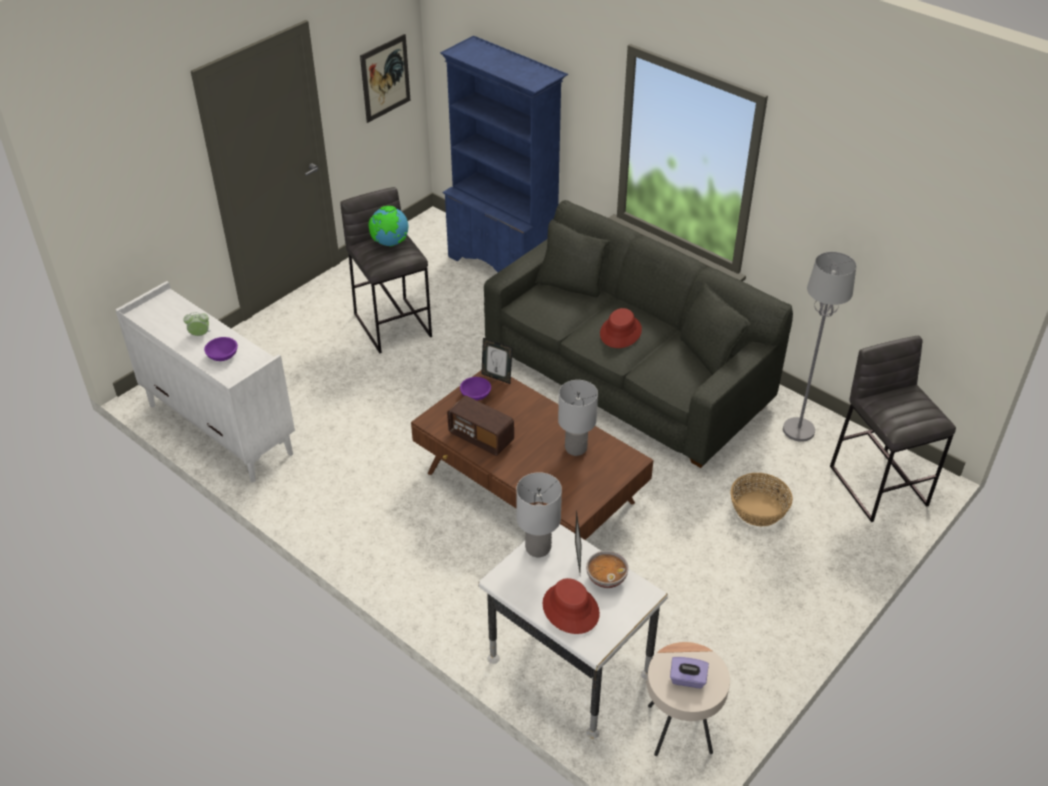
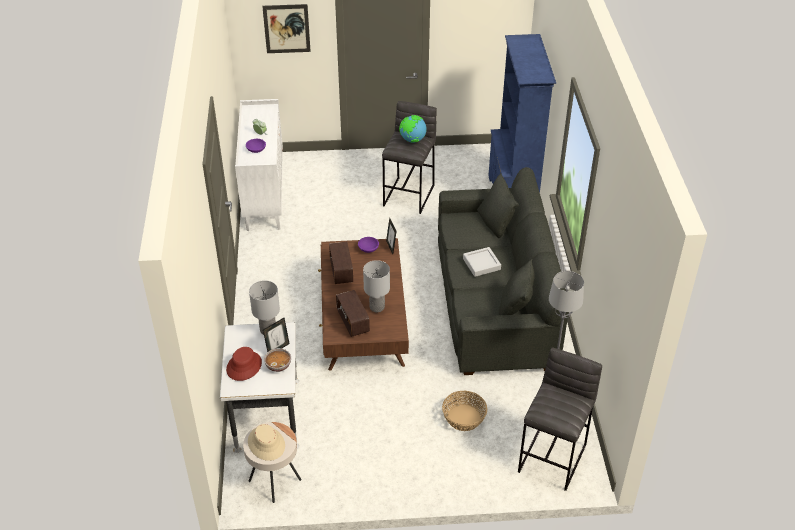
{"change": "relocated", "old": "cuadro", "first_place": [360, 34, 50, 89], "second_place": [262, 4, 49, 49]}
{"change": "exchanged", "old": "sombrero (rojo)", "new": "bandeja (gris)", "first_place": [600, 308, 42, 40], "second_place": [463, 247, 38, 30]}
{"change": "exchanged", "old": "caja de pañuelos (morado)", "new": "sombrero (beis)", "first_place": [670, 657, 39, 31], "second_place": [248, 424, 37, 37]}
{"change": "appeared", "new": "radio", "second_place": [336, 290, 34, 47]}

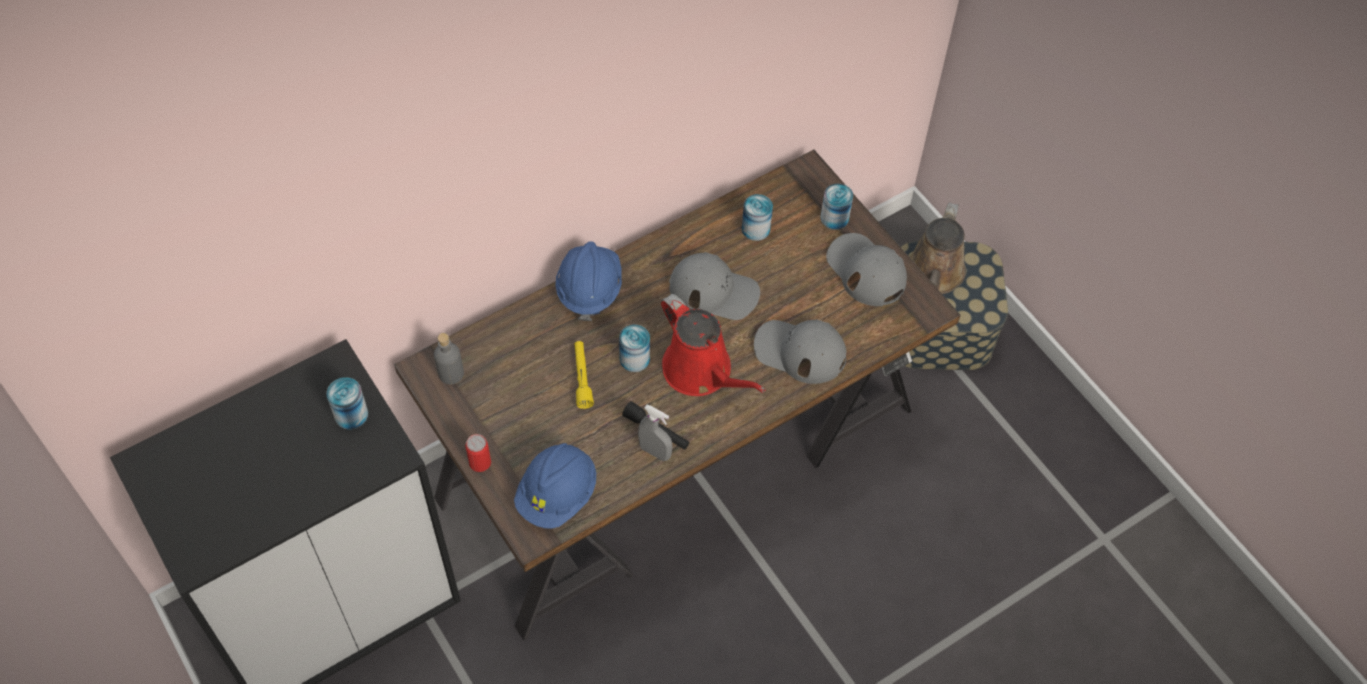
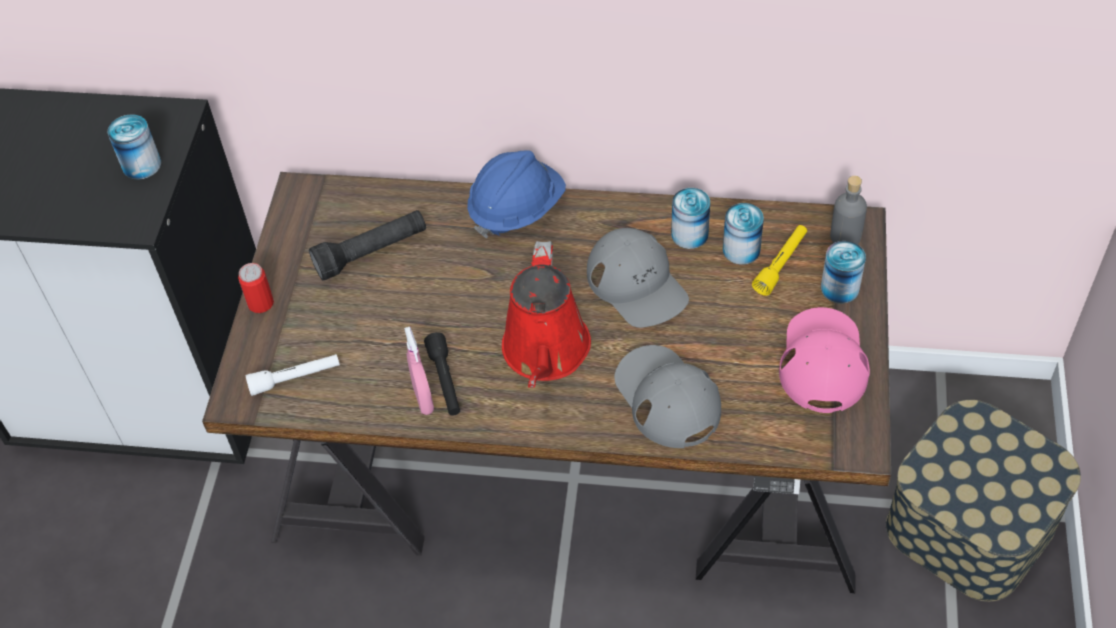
{"change": "missing", "old": "regadera (marrón)", "first_place": [910, 202, 56, 92]}
{"change": "colour", "old": "gorra (gris)", "new": "gorra (rosa)", "first_place": [826, 233, 81, 73], "second_place": [779, 307, 91, 106]}
{"change": "relocated", "old": "lata", "first_place": [619, 324, 31, 48], "second_place": [671, 188, 39, 61]}
{"change": "relocated", "old": "botella (gris)", "first_place": [434, 333, 30, 51], "second_place": [830, 176, 37, 68]}
{"change": "relocated", "old": "linterna (amarillo)", "first_place": [574, 341, 20, 68], "second_place": [752, 225, 55, 71]}
{"change": "colour", "old": "pulverizador (gris)", "new": "pulverizador (rosa)", "first_place": [638, 405, 34, 56], "second_place": [404, 327, 30, 88]}
{"change": "exchanged", "old": "casco (azul)", "new": "linterna (blanco)", "first_place": [514, 443, 82, 86], "second_place": [245, 354, 95, 42]}
{"change": "appeared", "new": "linterna (negro)", "second_place": [309, 210, 117, 71]}

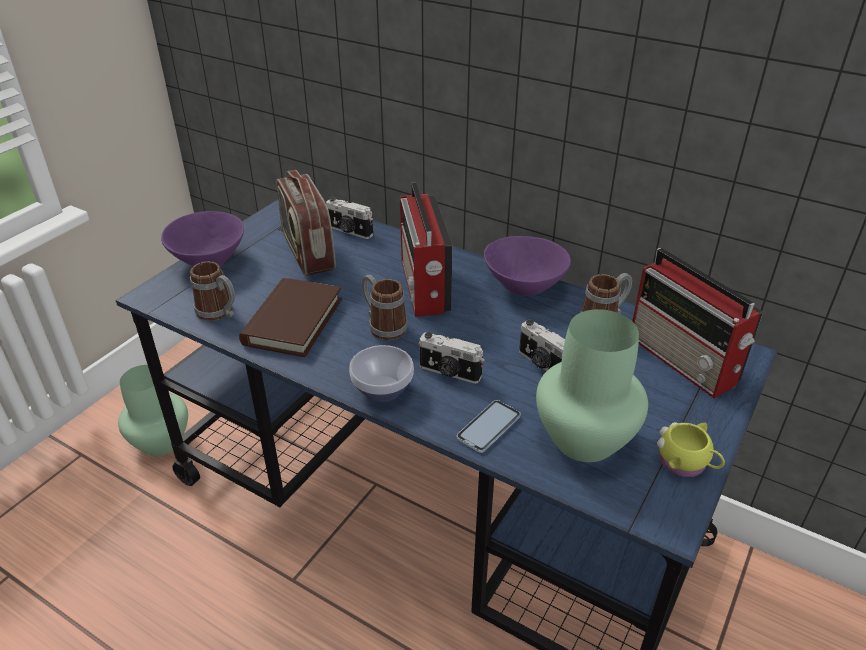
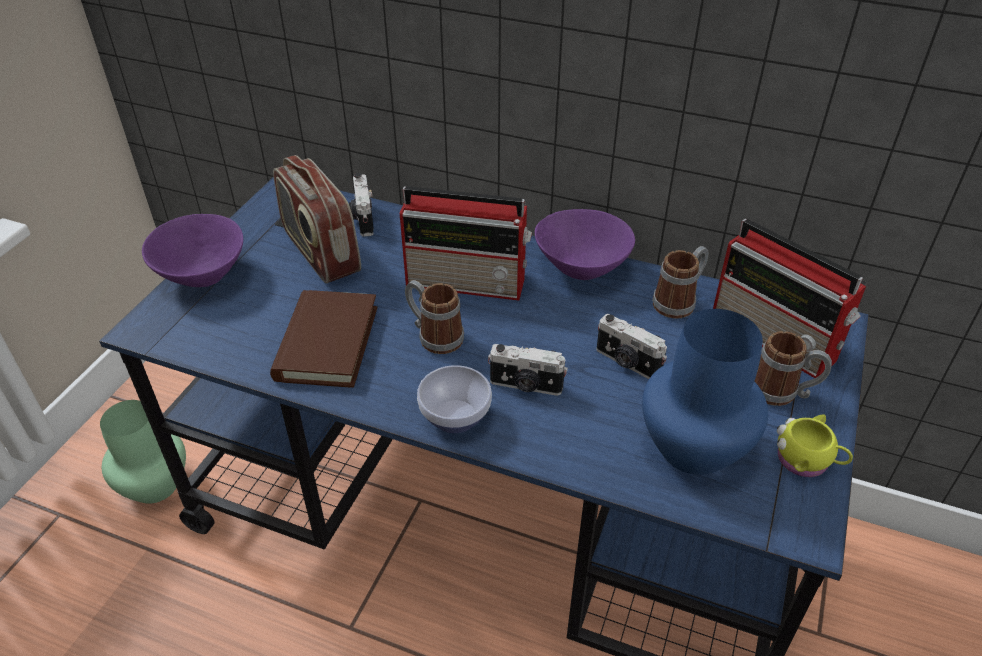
{"change": "spun", "old": "radio", "first_place": [400, 182, 52, 135], "second_place": [400, 186, 132, 115], "degrees": -60}
{"change": "spun", "old": "cámara", "first_place": [326, 197, 47, 42], "second_place": [349, 173, 25, 64], "degrees": 60}
{"change": "relocated", "old": "taza grande", "first_place": [190, 261, 45, 60], "second_place": [755, 331, 77, 75]}
{"change": "colour", "old": "florero (verde)", "new": "florero (azul)", "first_place": [536, 309, 112, 153], "second_place": [642, 309, 126, 166]}
{"change": "missing", "old": "móvil", "first_place": [457, 400, 64, 53]}

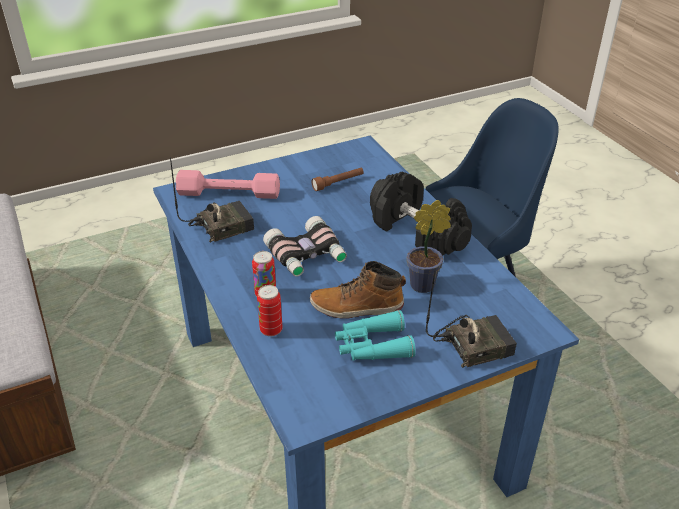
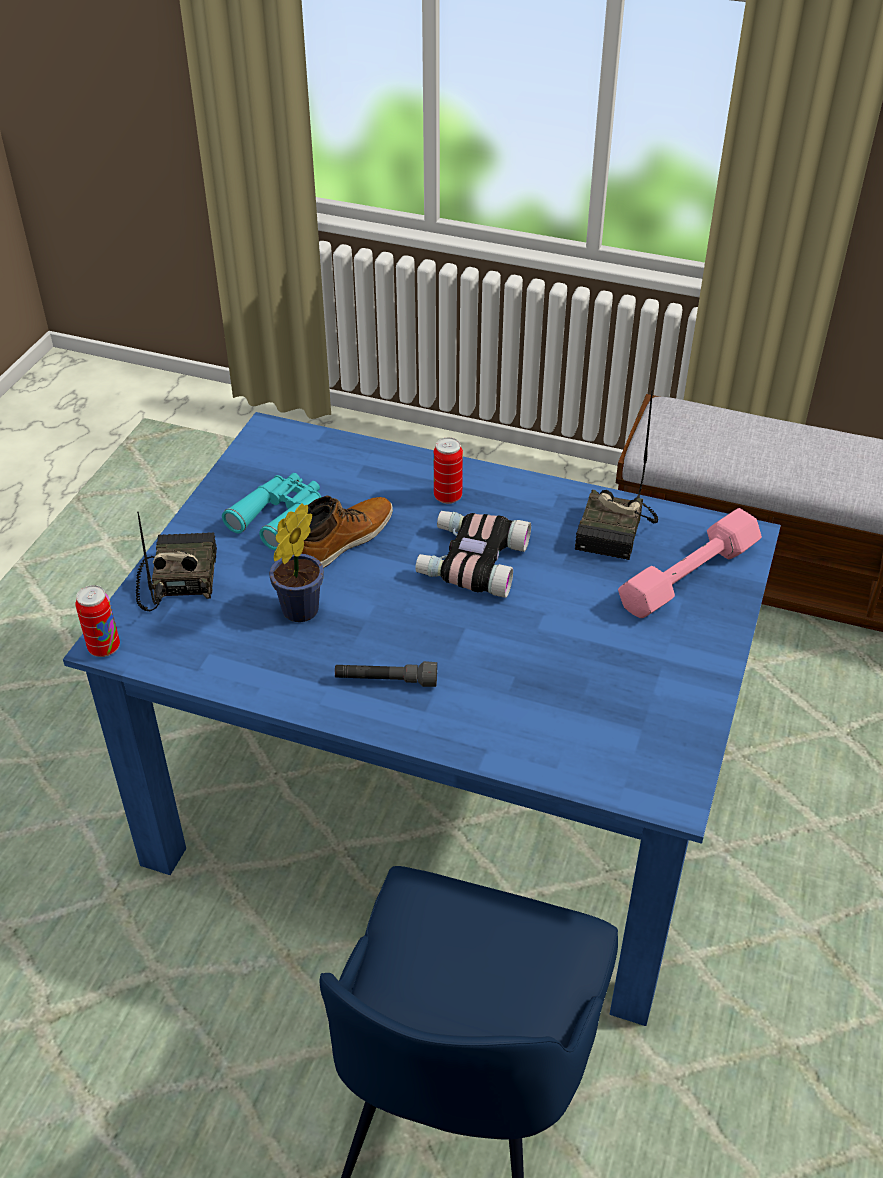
{"change": "missing", "old": "linterna (marrón)", "first_place": [312, 168, 52, 23]}
{"change": "exchanged", "old": "mancuerna (negro)", "new": "linterna (gris)", "first_place": [370, 172, 102, 83], "second_place": [335, 661, 102, 26]}
{"change": "spun", "old": "radio", "first_place": [426, 268, 91, 100], "second_place": [136, 512, 81, 99], "degrees": 150}
{"change": "relocated", "old": "lata", "first_place": [257, 285, 25, 51], "second_place": [76, 585, 44, 72]}

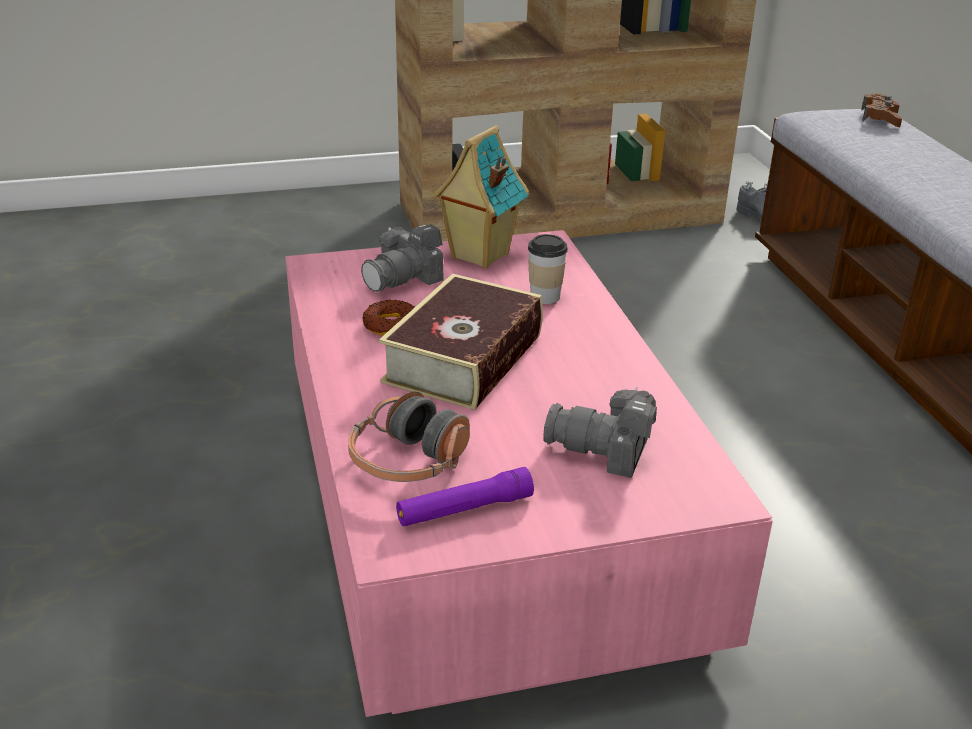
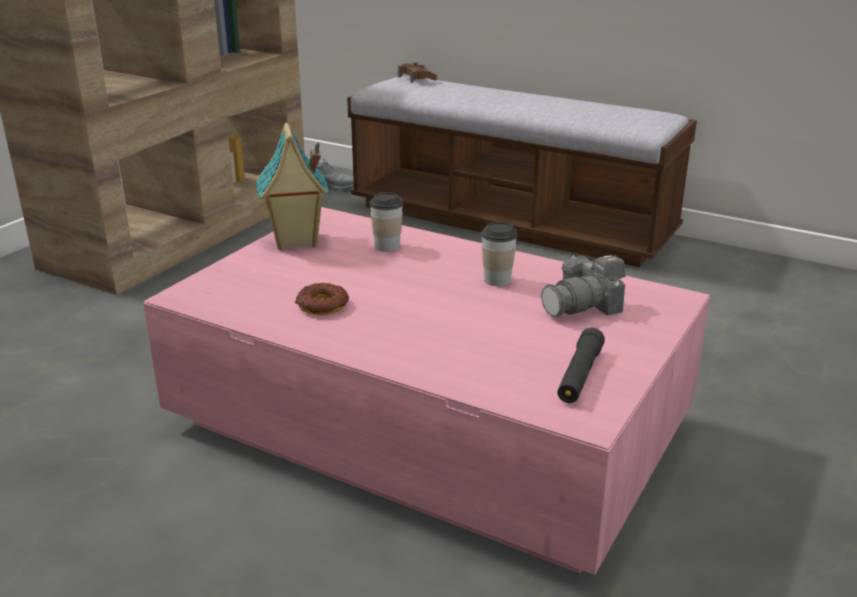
{"change": "missing", "old": "cámara", "first_place": [361, 224, 83, 68]}
{"change": "missing", "old": "libro", "first_place": [379, 274, 164, 136]}
{"change": "missing", "old": "auriculares", "first_place": [348, 391, 122, 91]}
{"change": "colour", "old": "linterna (morado)", "new": "linterna (negro)", "first_place": [396, 467, 138, 60], "second_place": [557, 327, 48, 76]}
{"change": "appeared", "new": "taza", "second_place": [481, 222, 36, 64]}

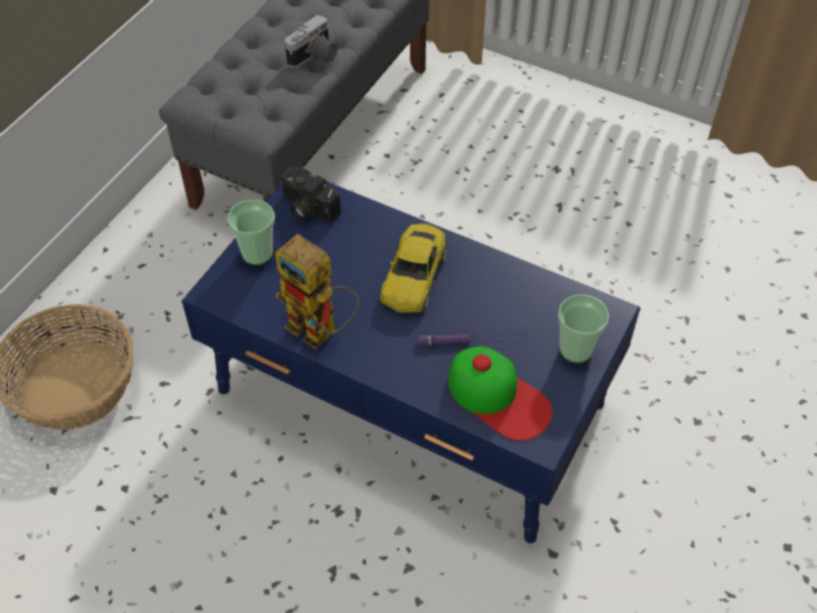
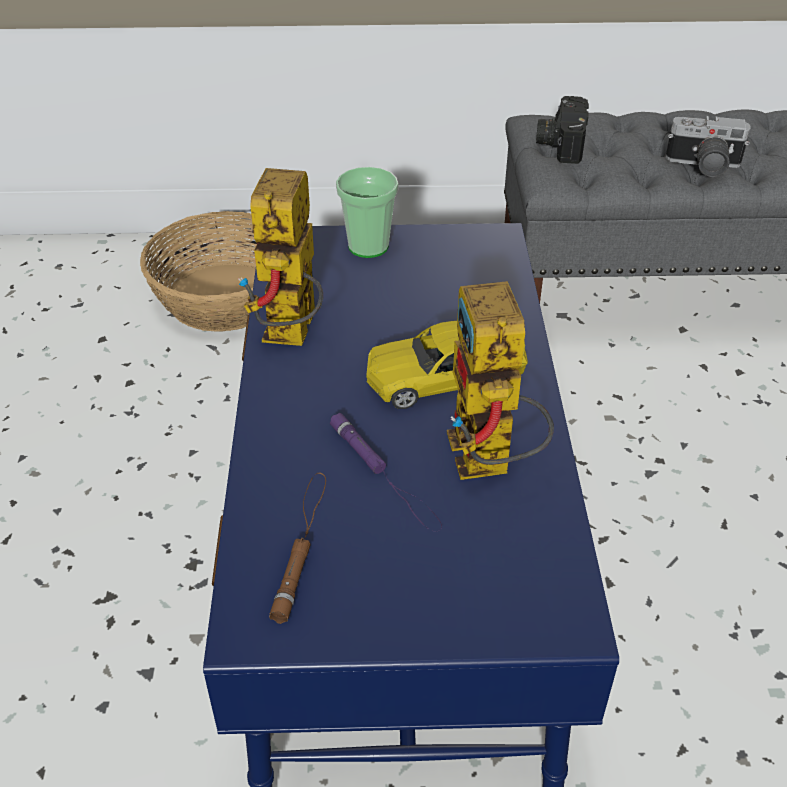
{"change": "relocated", "old": "cámara", "first_place": [280, 166, 61, 56], "second_place": [536, 96, 53, 68]}
{"change": "missing", "old": "taza", "first_place": [558, 294, 51, 69]}
{"change": "exchanged", "old": "gorra", "new": "linterna (marrón)", "first_place": [448, 347, 104, 94], "second_place": [269, 473, 57, 151]}
{"change": "appeared", "new": "robot de juguete", "second_place": [447, 281, 107, 199]}

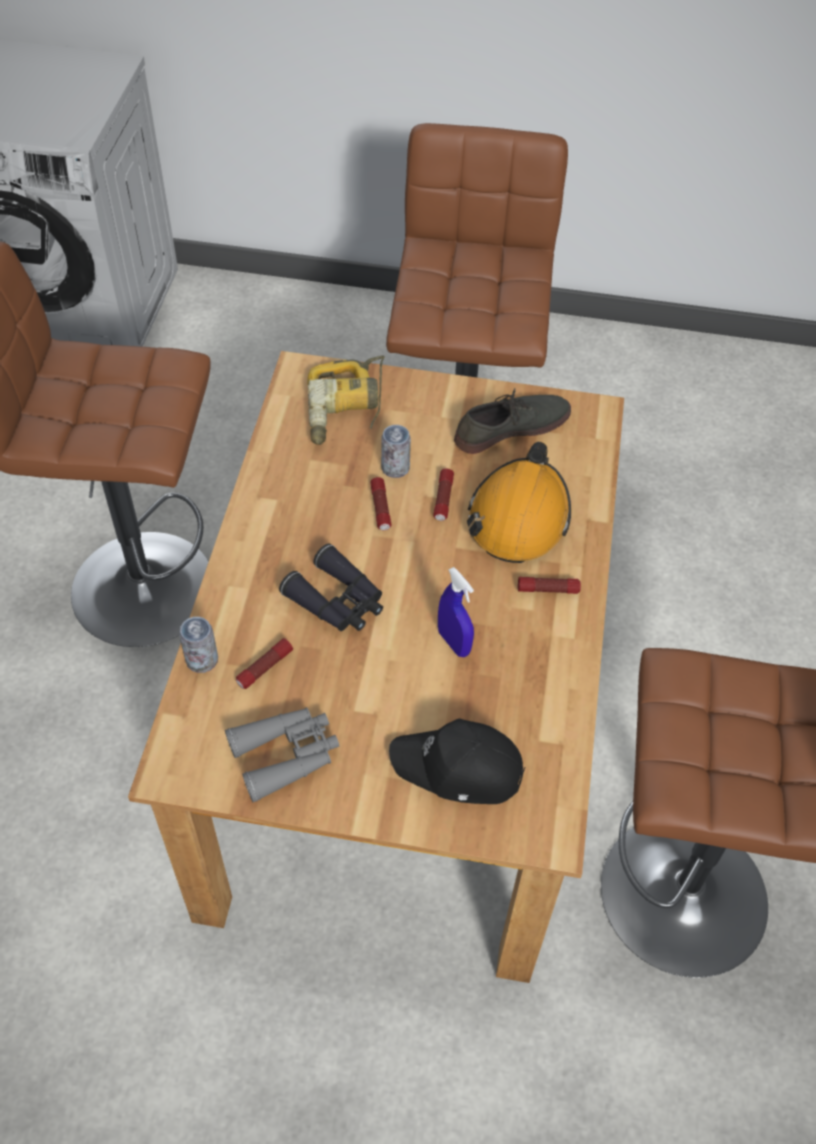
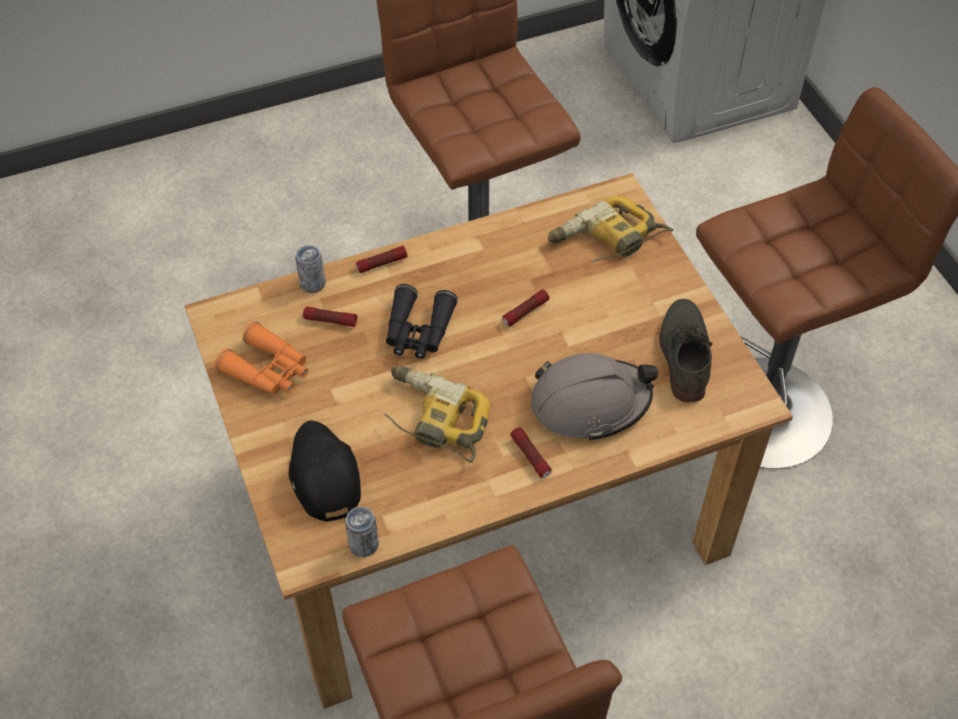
{"change": "spun", "old": "zapato (gris)", "first_place": [454, 388, 117, 66], "second_place": [659, 299, 53, 103], "degrees": -120}
{"change": "relocated", "old": "lata", "first_place": [381, 425, 30, 53], "second_place": [345, 506, 34, 51]}
{"change": "colour", "old": "casco (naranja)", "new": "casco (gris)", "first_place": [467, 442, 104, 121], "second_place": [531, 353, 127, 88]}
{"change": "relocated", "old": "linterna", "first_place": [433, 468, 21, 53], "second_place": [356, 246, 51, 27]}
{"change": "exchanged", "old": "pulverizador (azul)", "new": "taladro", "first_place": [438, 567, 36, 90], "second_place": [384, 365, 106, 98]}
{"change": "colour", "old": "prismáticos (gris)", "new": "prismáticos (naranja)", "first_place": [225, 707, 114, 95], "second_place": [215, 321, 93, 74]}

